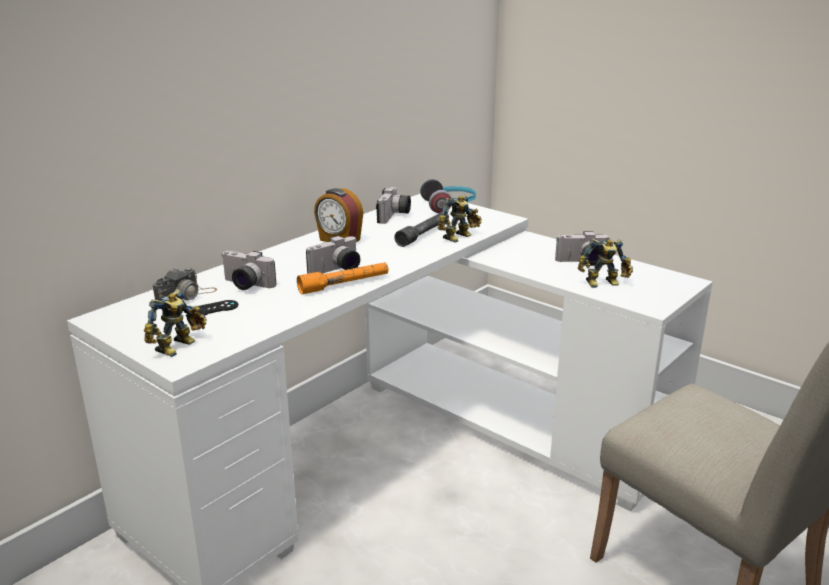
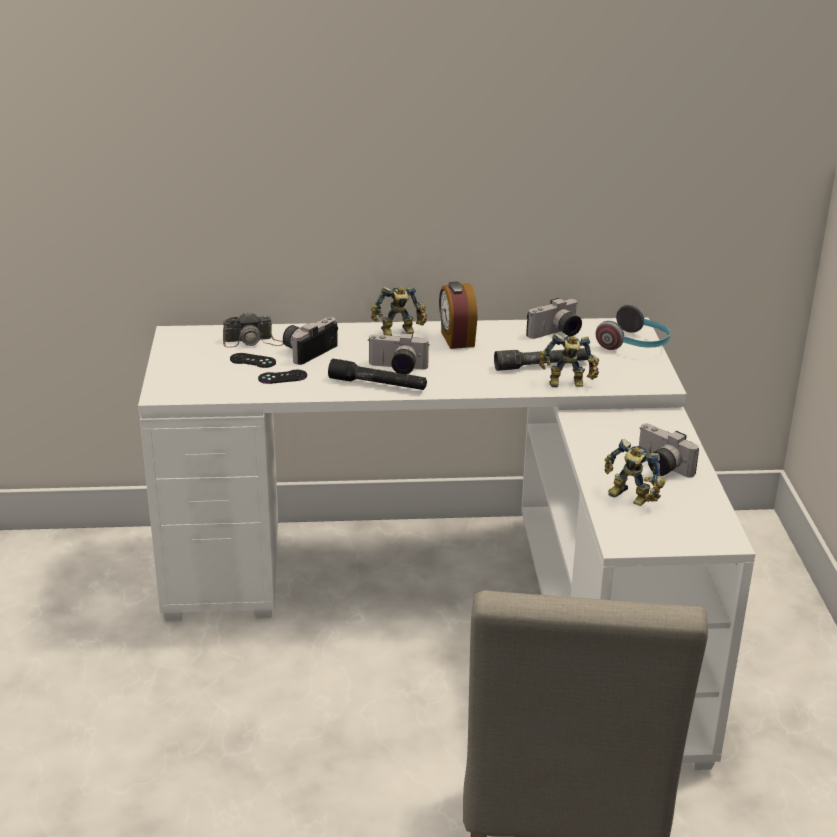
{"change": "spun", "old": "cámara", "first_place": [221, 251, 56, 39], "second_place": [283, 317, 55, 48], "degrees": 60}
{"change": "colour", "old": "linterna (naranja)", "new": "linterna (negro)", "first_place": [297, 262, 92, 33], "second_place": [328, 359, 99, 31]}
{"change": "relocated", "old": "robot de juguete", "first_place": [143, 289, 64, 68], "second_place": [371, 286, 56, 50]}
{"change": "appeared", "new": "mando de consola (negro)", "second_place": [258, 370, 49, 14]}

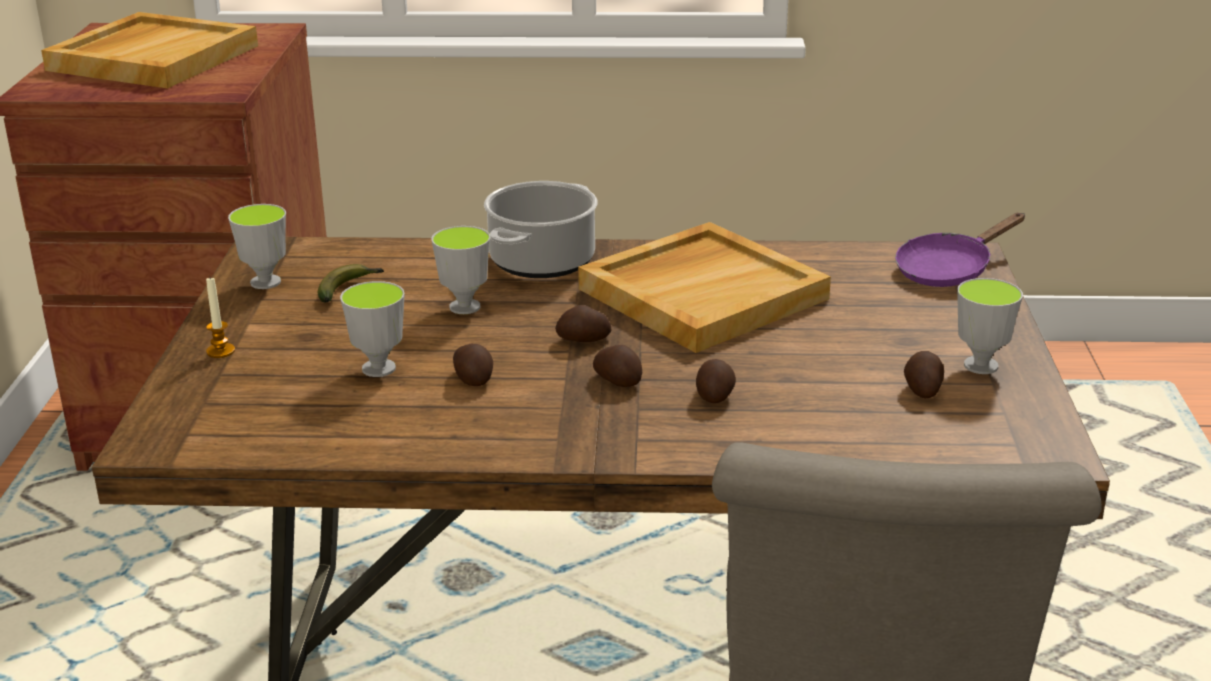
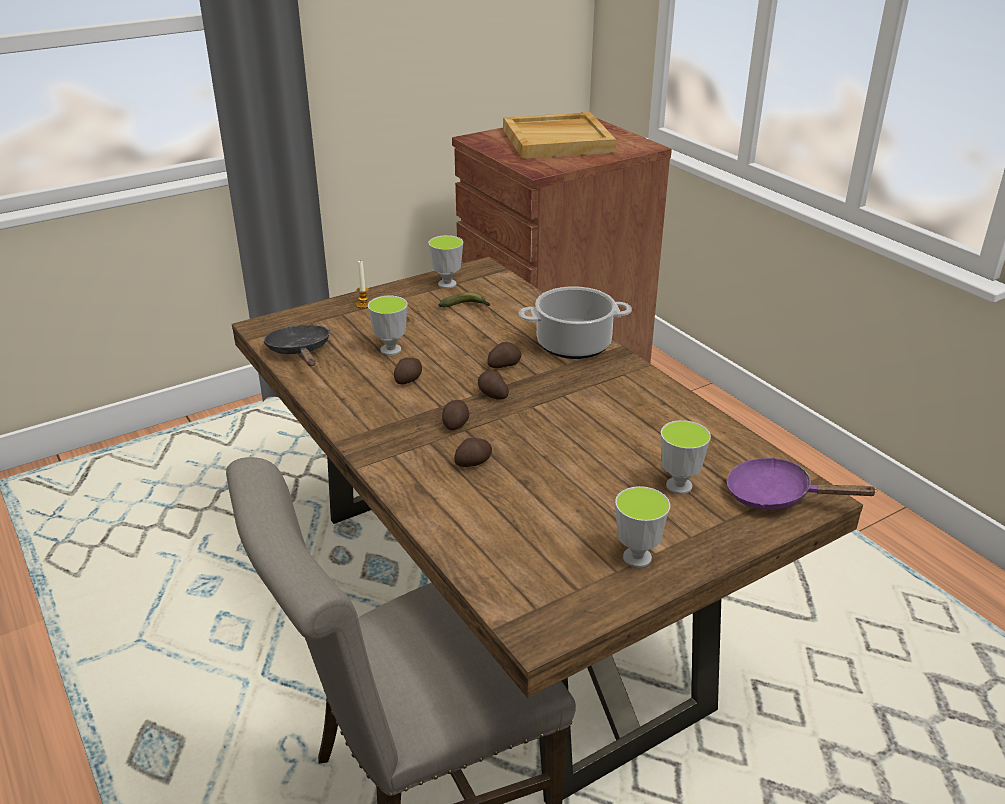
{"change": "missing", "old": "bandeja (beis)", "first_place": [578, 222, 253, 131]}
{"change": "relocated", "old": "taza", "first_place": [431, 226, 59, 88], "second_place": [661, 420, 50, 74]}
{"change": "relocated", "old": "patata", "first_place": [904, 351, 40, 47], "second_place": [488, 342, 34, 26]}
{"change": "appeared", "new": "sartén (negro)", "second_place": [263, 325, 67, 41]}

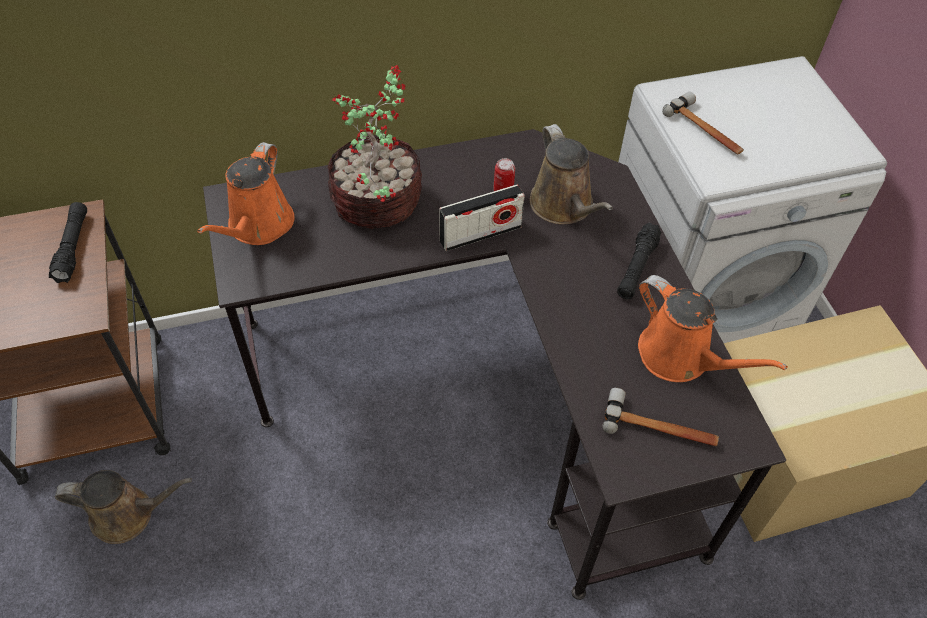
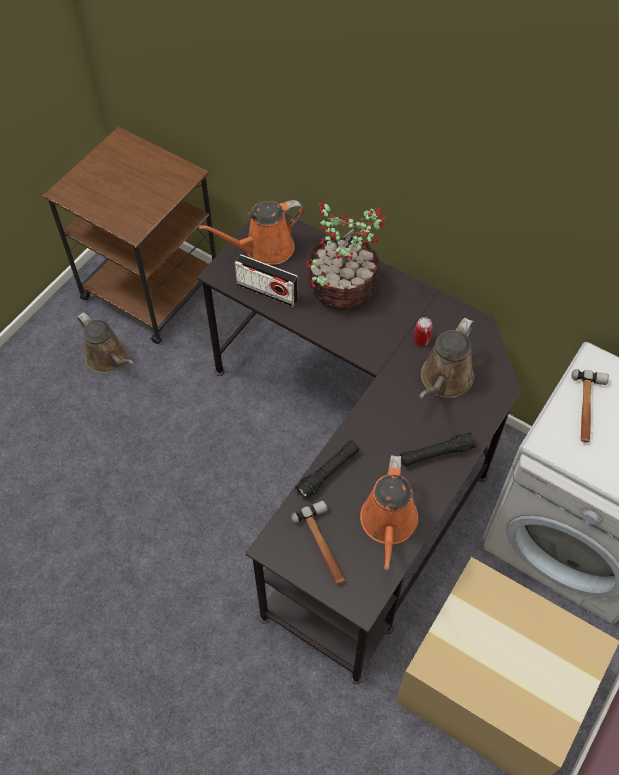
{"change": "relocated", "old": "radio", "first_place": [439, 185, 86, 66], "second_place": [235, 254, 63, 53]}
{"change": "relocated", "old": "linterna (negro)", "first_place": [49, 202, 38, 81], "second_place": [295, 440, 64, 59]}

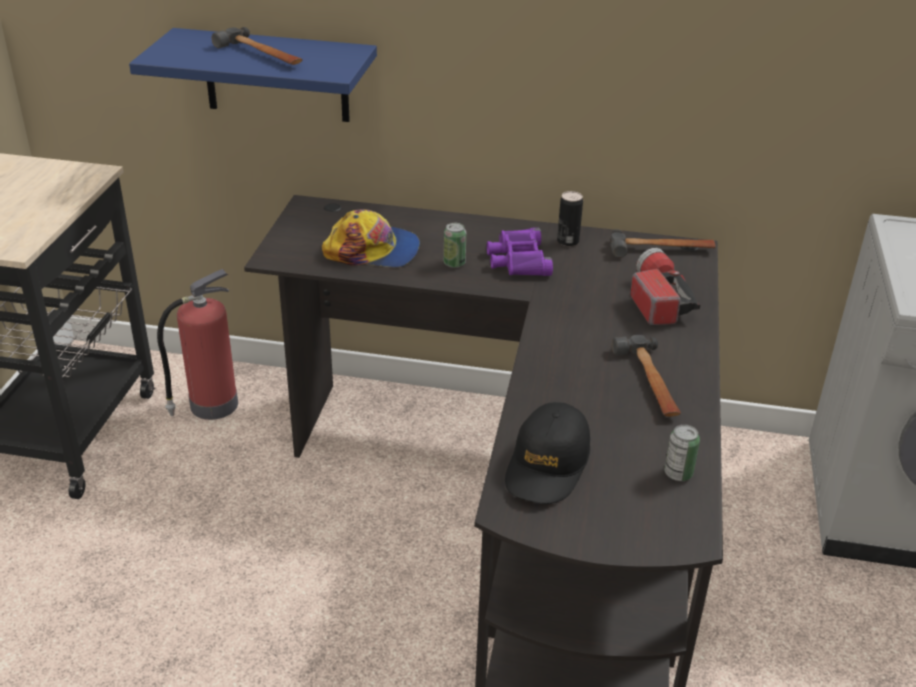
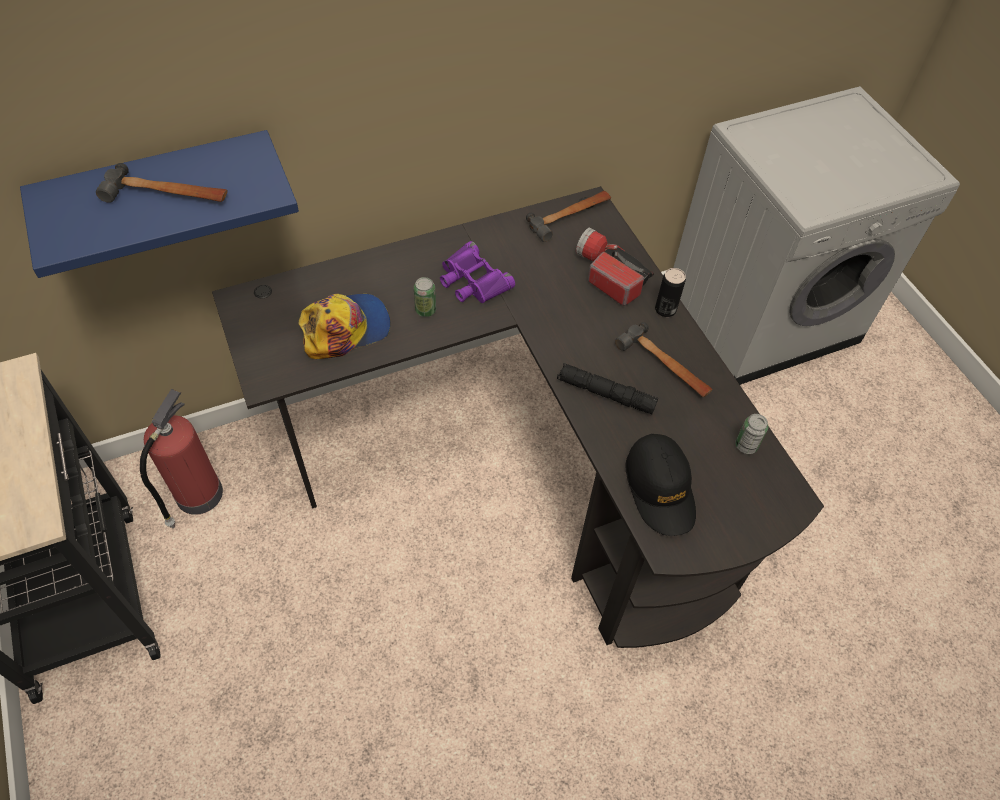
{"change": "relocated", "old": "lata", "first_place": [557, 191, 26, 56], "second_place": [655, 268, 31, 49]}
{"change": "appeared", "new": "linterna (negro)", "second_place": [557, 363, 101, 52]}

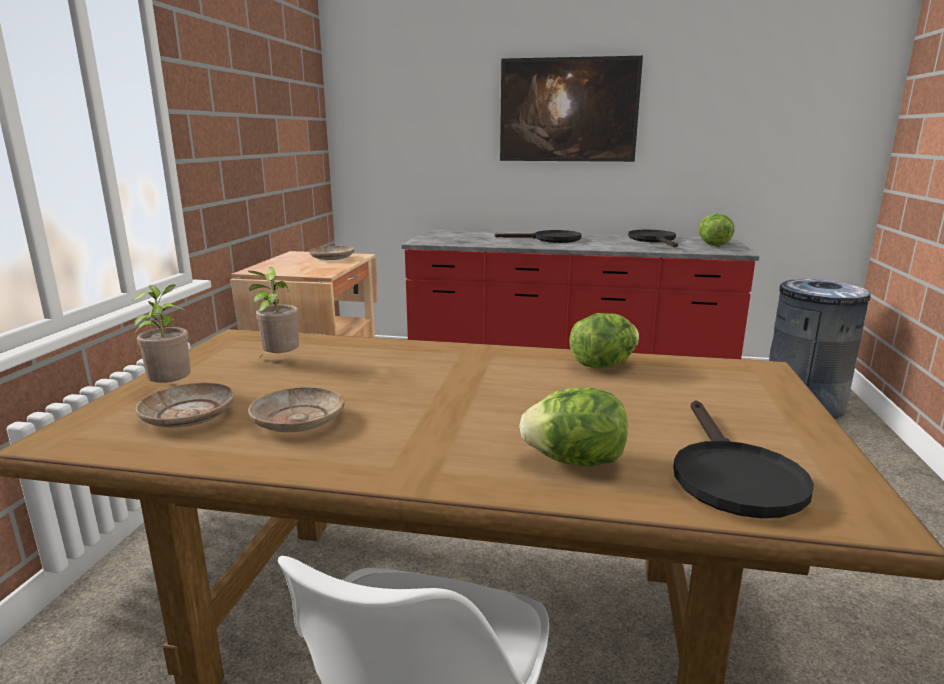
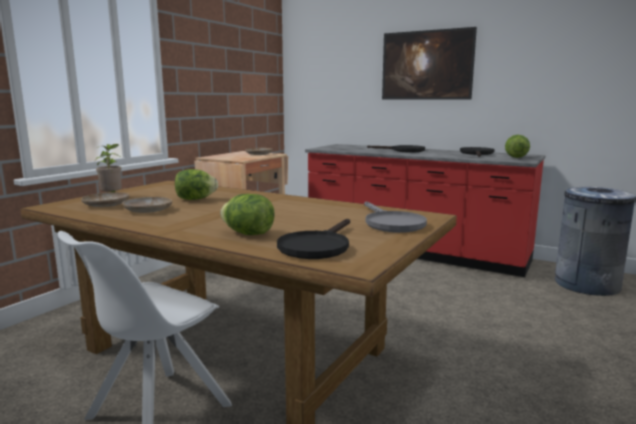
{"change": "missing", "old": "planta en maceta", "first_place": [248, 267, 51, 91]}
{"change": "relocated", "old": "lechuga", "first_place": [569, 313, 70, 56], "second_place": [175, 169, 43, 31]}
{"change": "appeared", "new": "sartén (gris)", "second_place": [364, 202, 63, 31]}

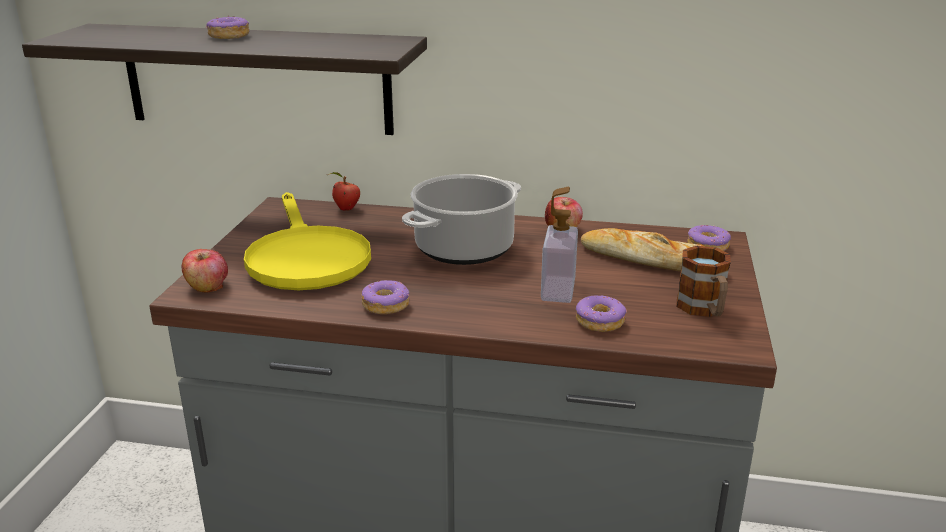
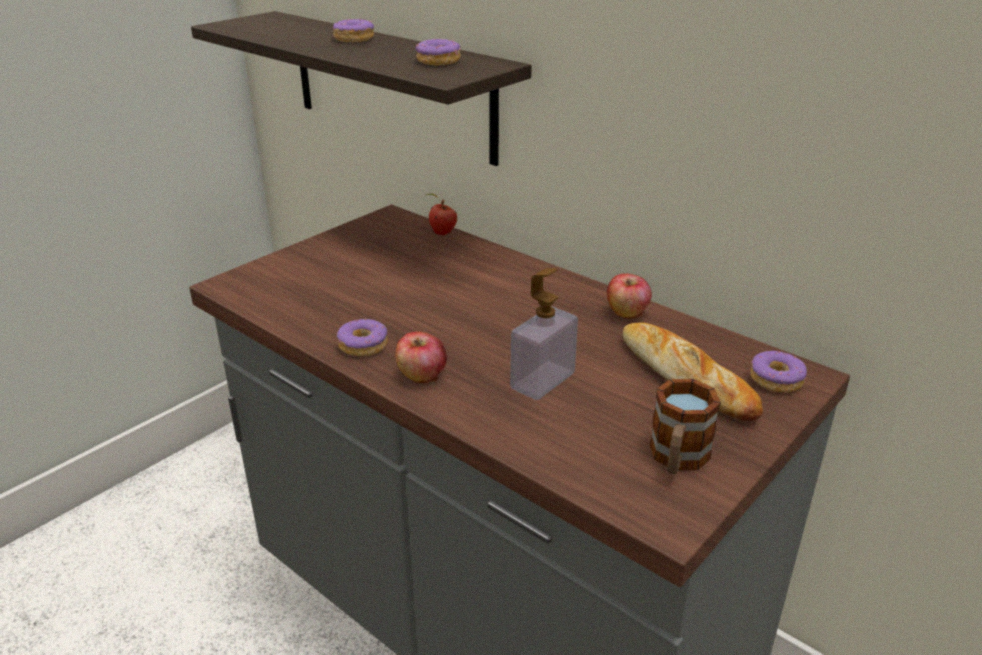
{"change": "missing", "old": "olla", "first_place": [402, 174, 119, 91]}
{"change": "missing", "old": "sartén (amarillo)", "first_place": [244, 192, 127, 98]}
{"change": "relocated", "old": "manzana", "first_place": [182, 249, 46, 43], "second_place": [395, 331, 52, 52]}
{"change": "relocated", "old": "rosquilla", "first_place": [576, 295, 51, 37], "second_place": [415, 39, 46, 27]}

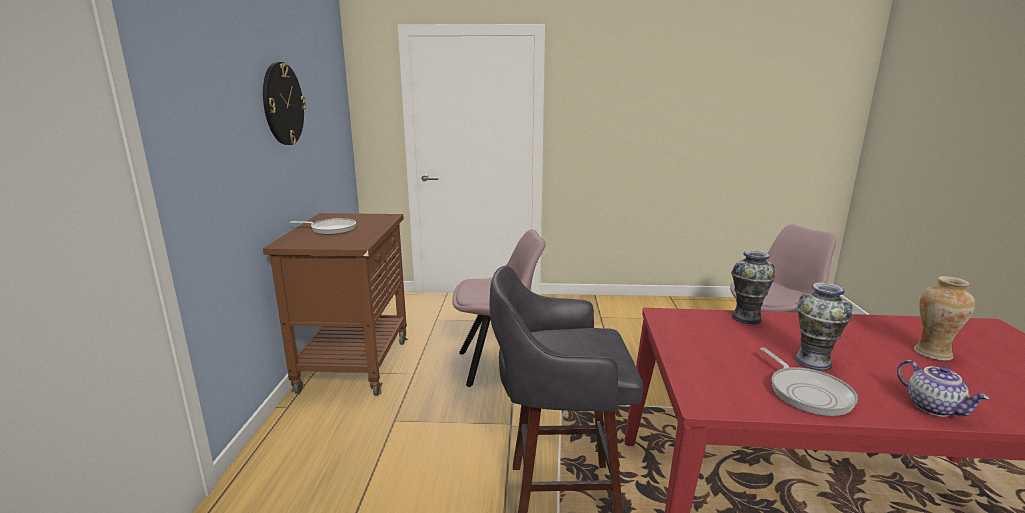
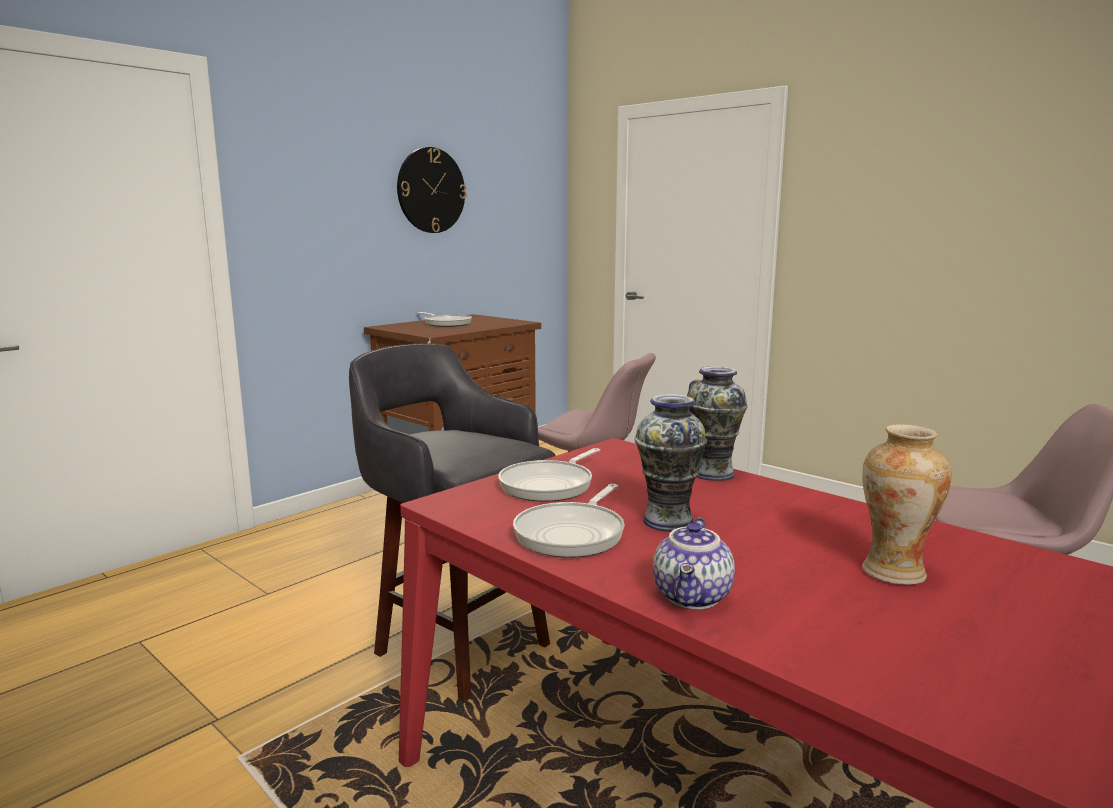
{"change": "appeared", "new": "sartén", "second_place": [498, 448, 102, 54]}

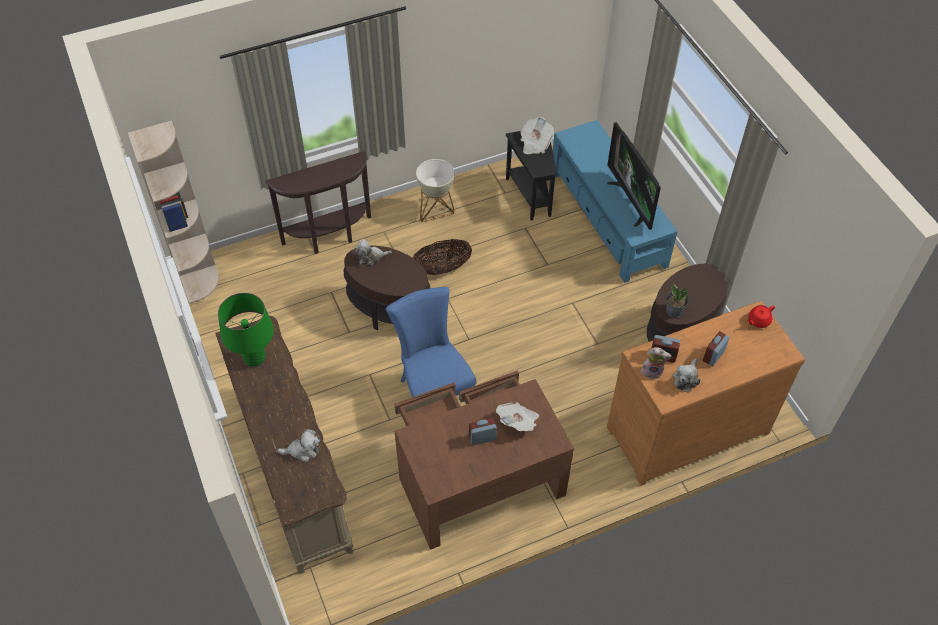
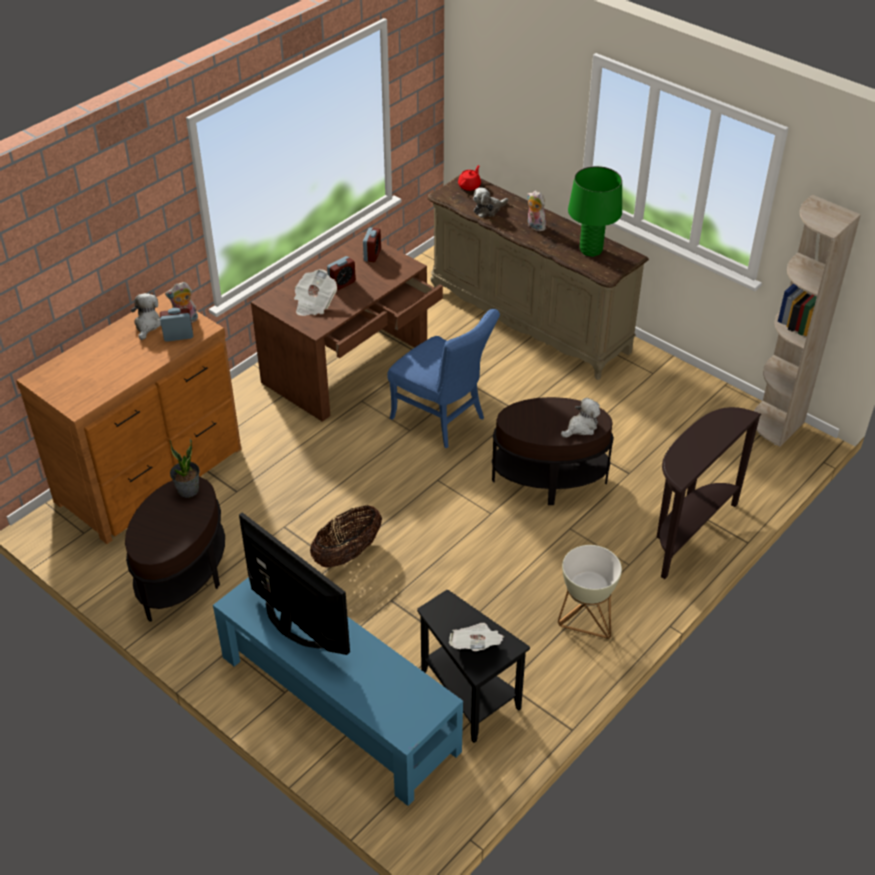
{"change": "relocated", "old": "cesta", "first_place": [413, 239, 59, 36], "second_place": [310, 506, 72, 62]}
{"change": "relocated", "old": "tetera (rojo)", "first_place": [747, 305, 28, 23], "second_place": [458, 165, 23, 26]}
{"change": "relocated", "old": "despertador", "first_place": [703, 331, 27, 35], "second_place": [363, 228, 18, 34]}
{"change": "appeared", "new": "peluche", "second_place": [527, 191, 19, 40]}

